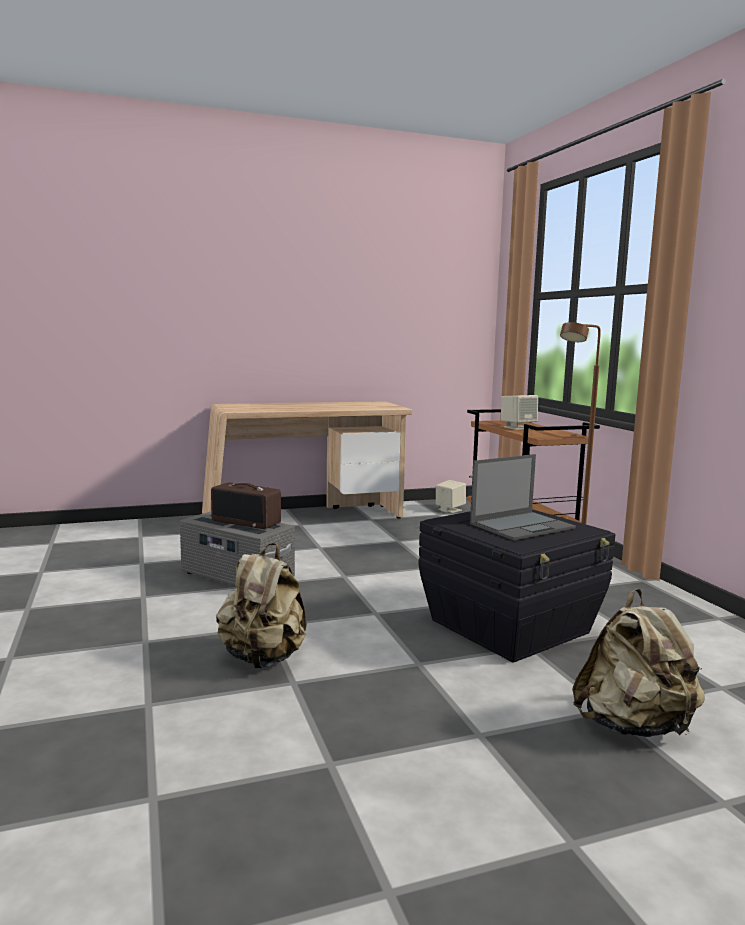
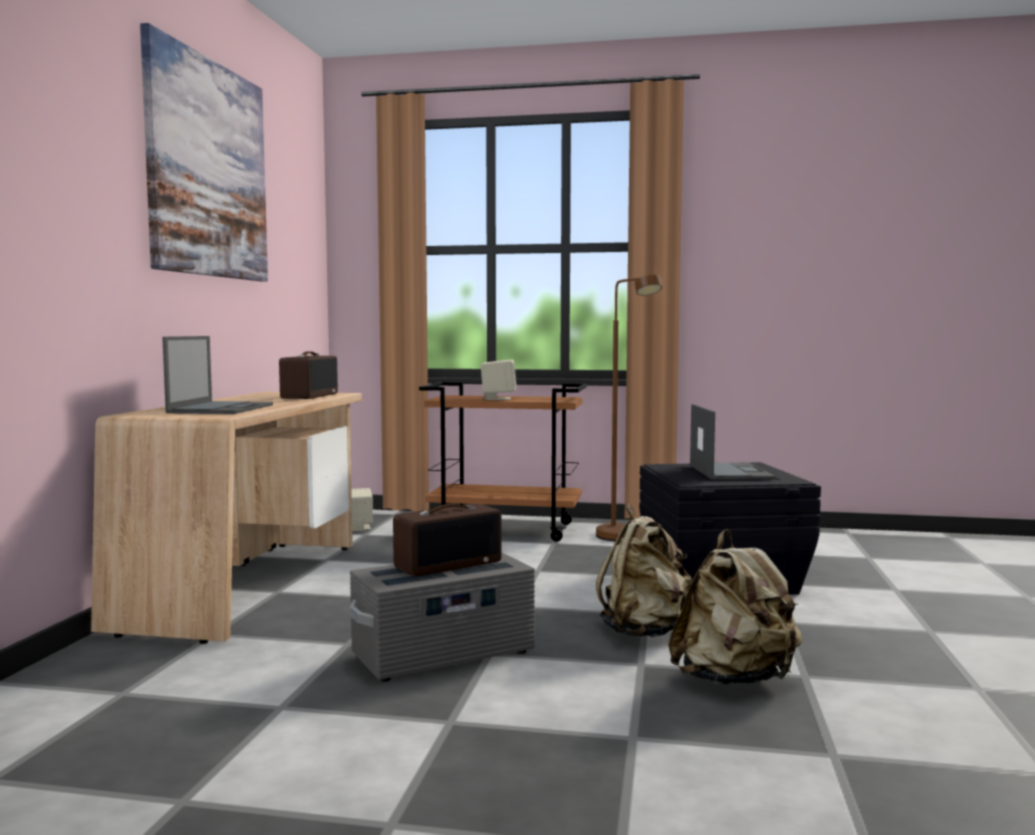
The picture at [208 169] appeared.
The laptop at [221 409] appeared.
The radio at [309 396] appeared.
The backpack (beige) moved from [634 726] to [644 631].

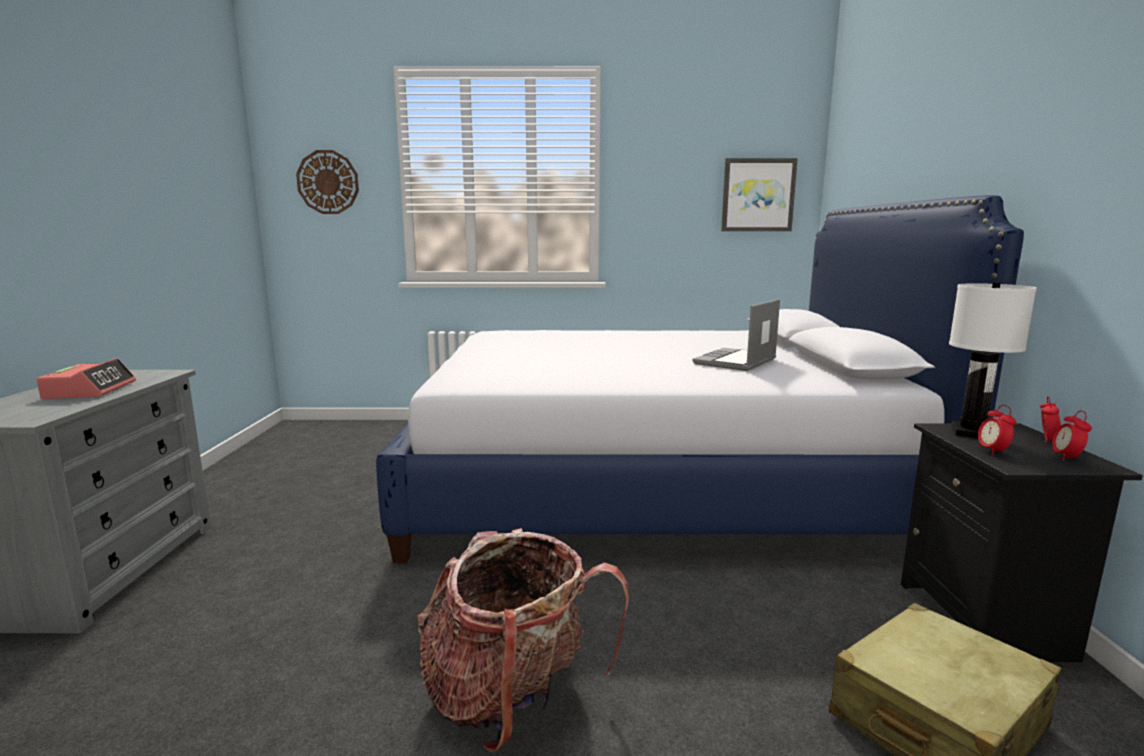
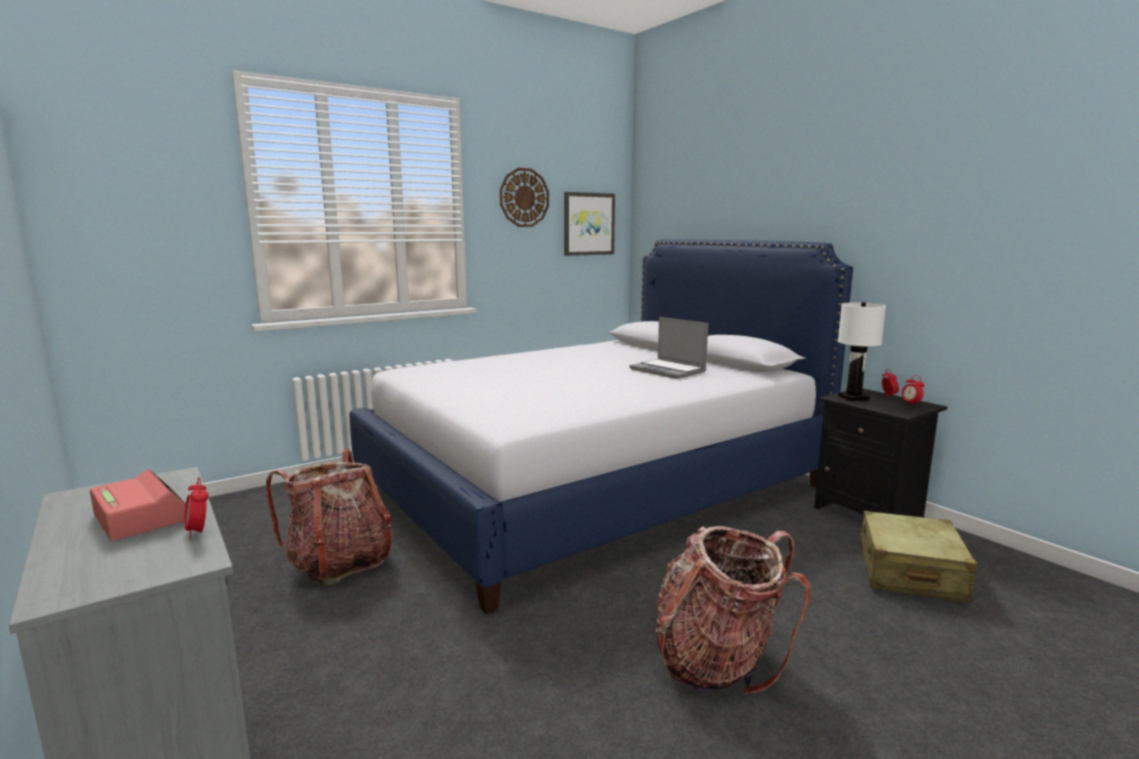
The alarm clock moved from [992 451] to [199 532].
The backpack at [339 563] appeared.
The wall clock moved from [328 182] to [524 197].
The laptop at [736 362] turned 45 degrees counterclockwise.

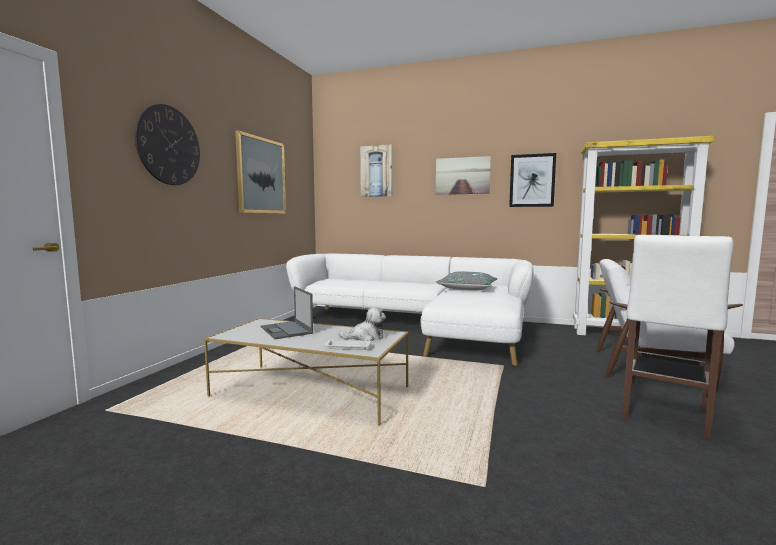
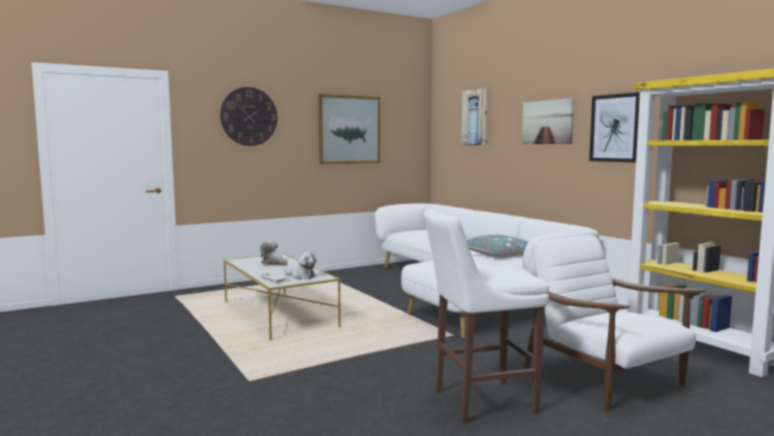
The laptop at [286 330] was replaced by the plush toy at [273 263].

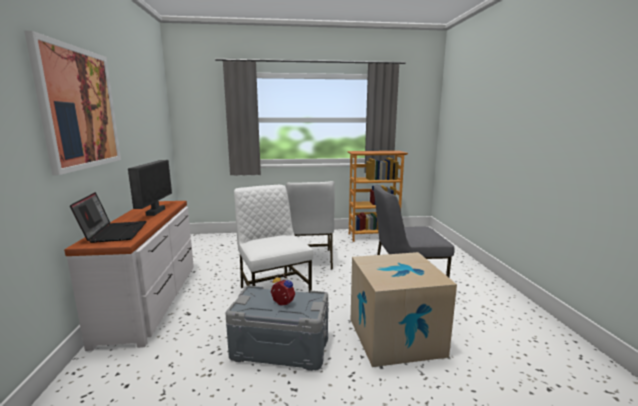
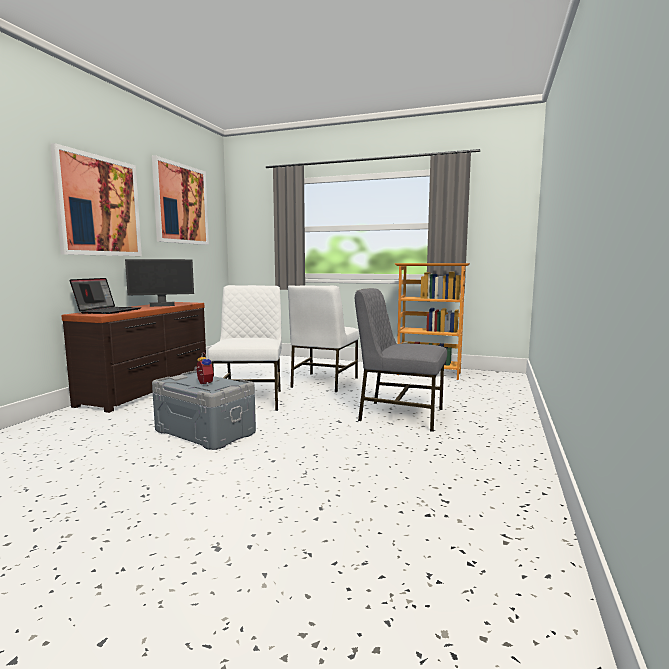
The dresser (white) at [152 300] became the dresser (brown) at [149 389].
The monitor at [154 212] turned 45 degrees clockwise.
The picture at [181 204] appeared.
The cardboard box at [395 336] disappeared.

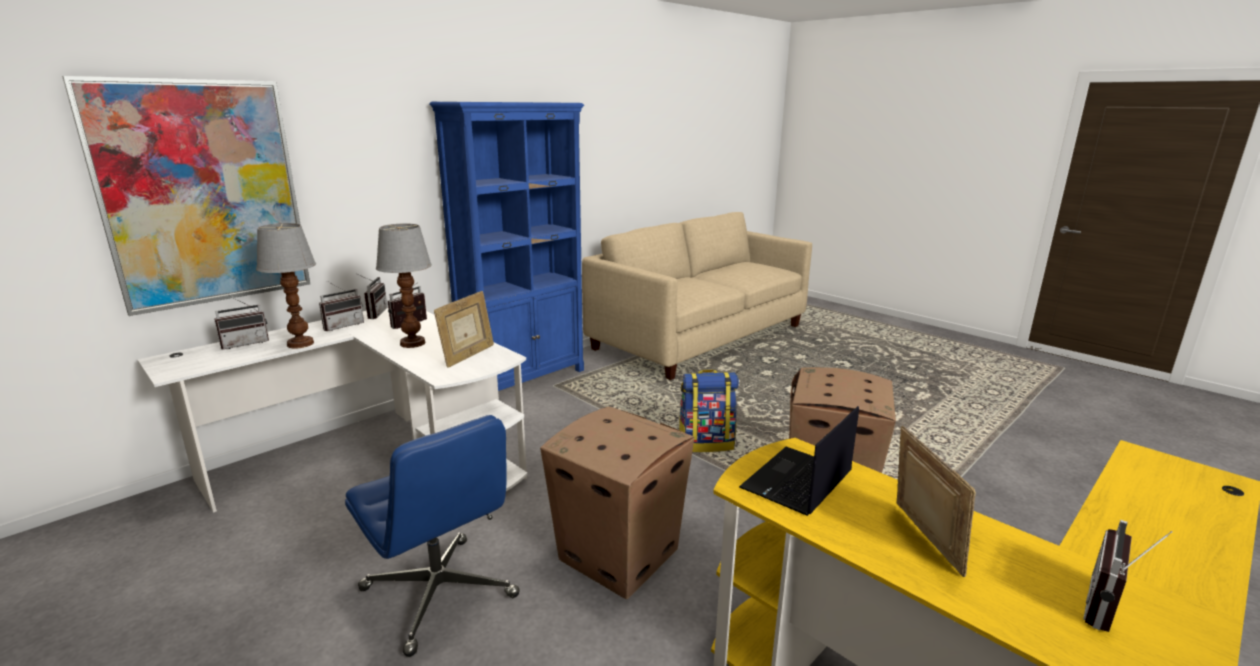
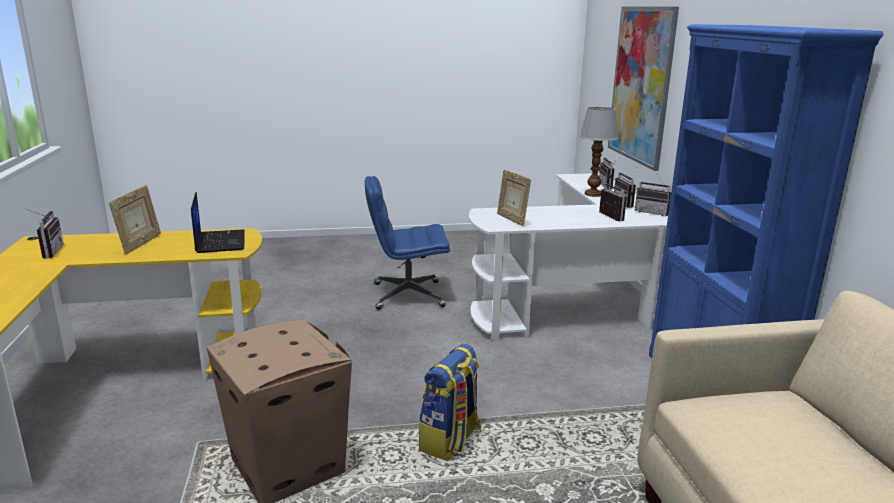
The picture frame at [923 541] turned 105 degrees counterclockwise.
The table lamp at [413 343] disappeared.
The cardboard box at [617 553] disappeared.

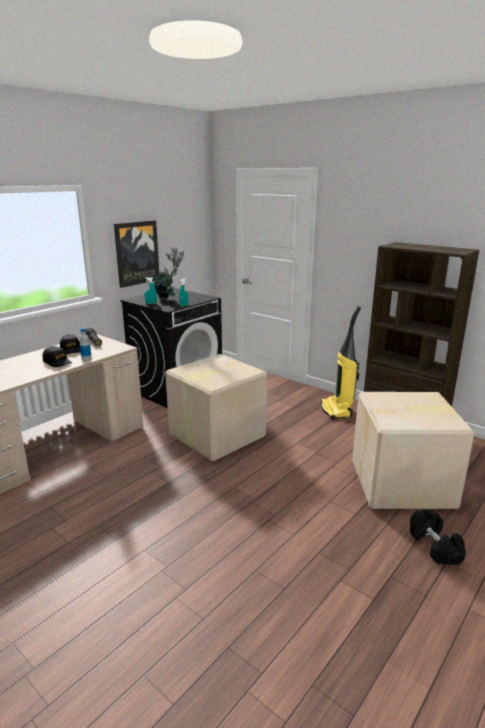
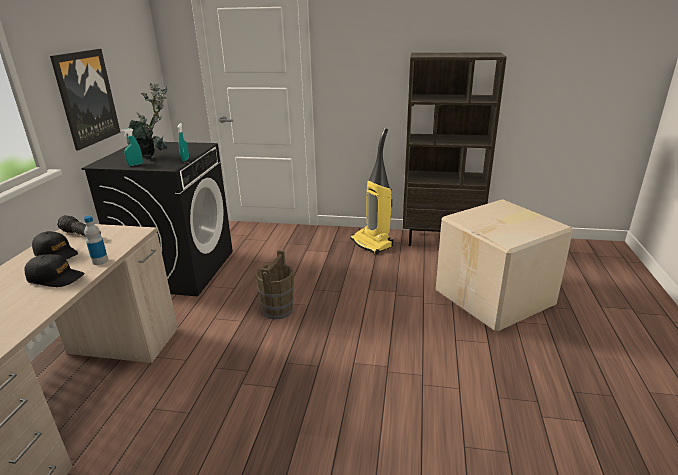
The cardboard box at [215 435] was replaced by the bucket (brown) at [277 310].
The dumbbell (black) at [435 546] disappeared.

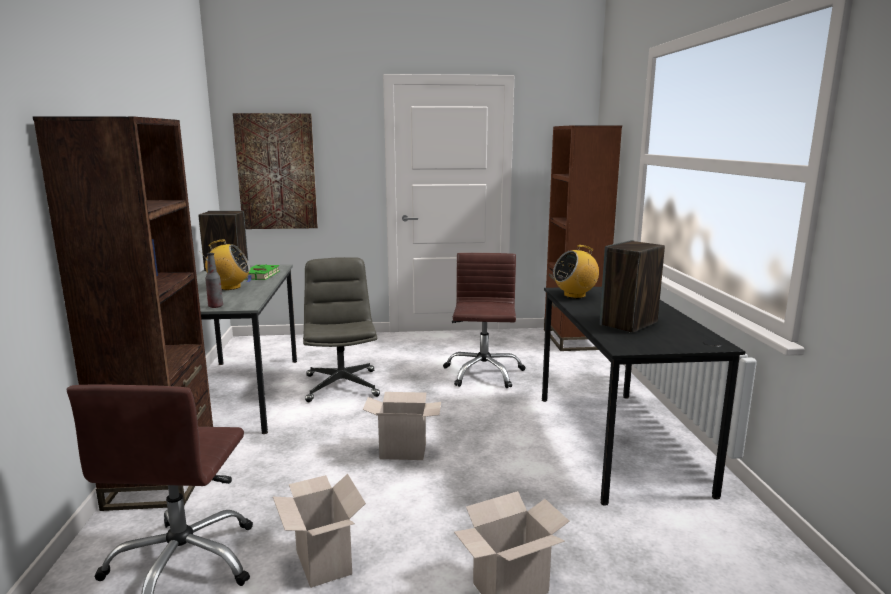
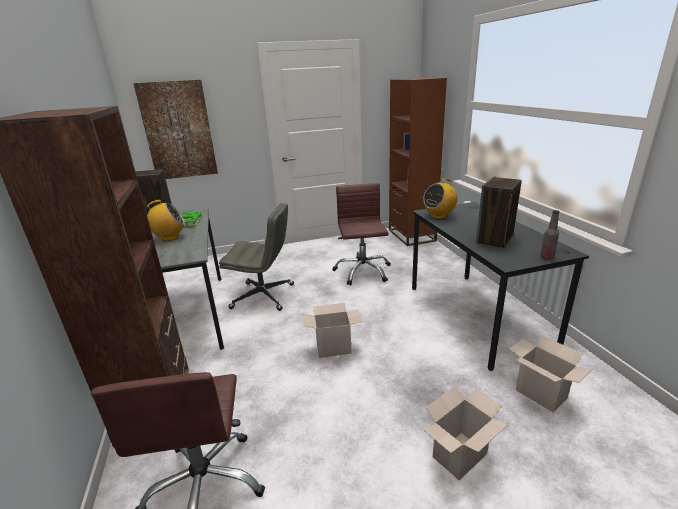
The office chair (grey) at [341 385] turned 120 degrees clockwise.
The cardboard box moved from [321 562] to [539 394].
The bottle moved from [215 306] to [546 257].

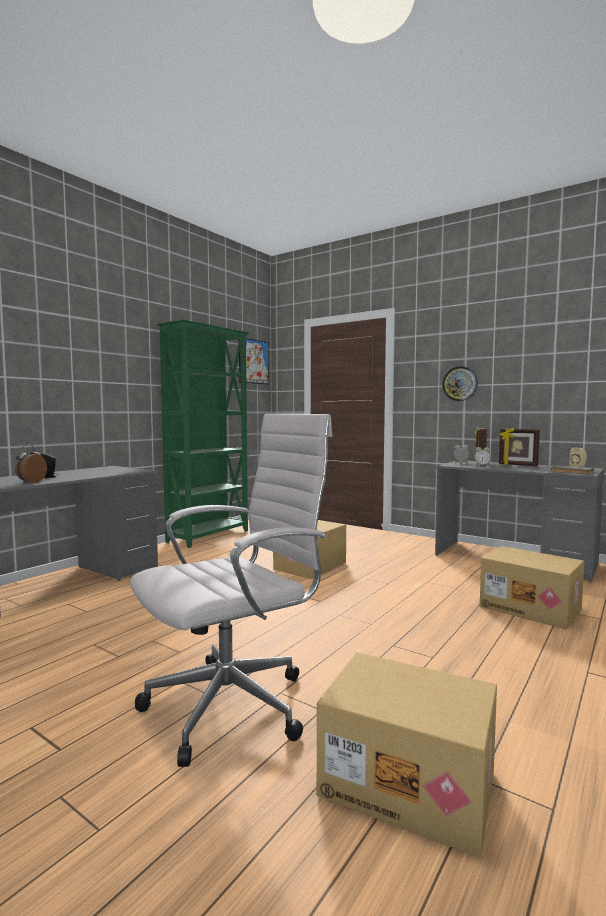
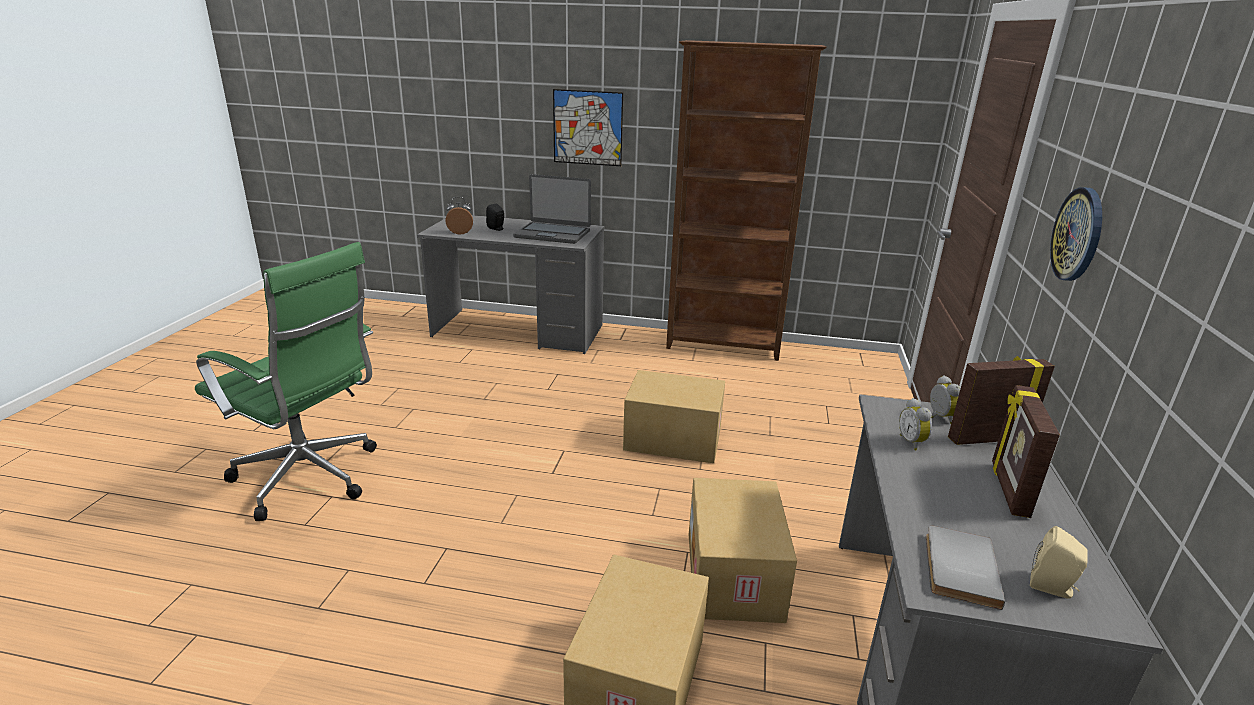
The office chair (white) at [235 704] became the office chair (green) at [311 479].
The laptop at [553 234] appeared.
The picture moved from [253 361] to [587 128].
The bookcase (green) at [209 536] became the bookcase (brown) at [724 346].
The cardboard box moved from [409 782] to [735 576].

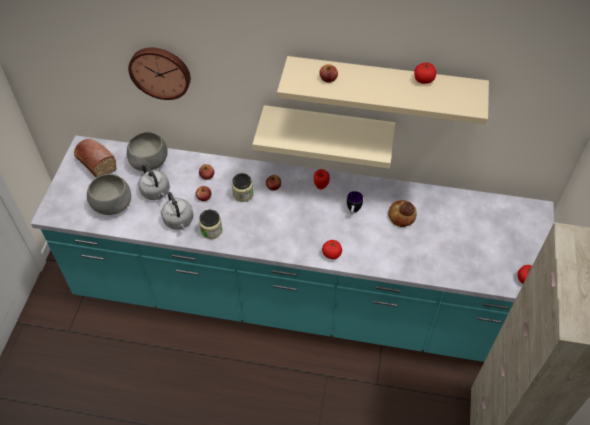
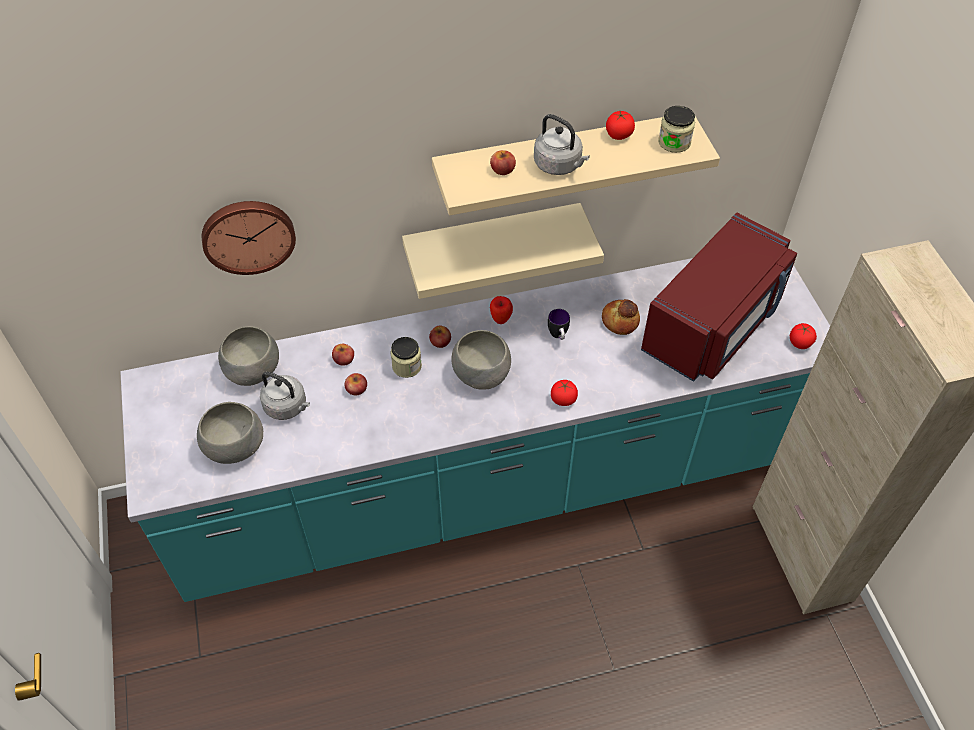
The bowl (grey) at [480 373] appeared.
The kettle (grey) moved from [179 221] to [559 165].
The microwave (red) at [713 325] appeared.
The jar moved from [211 230] to [674 142].
The bread at [95 162] disappeared.

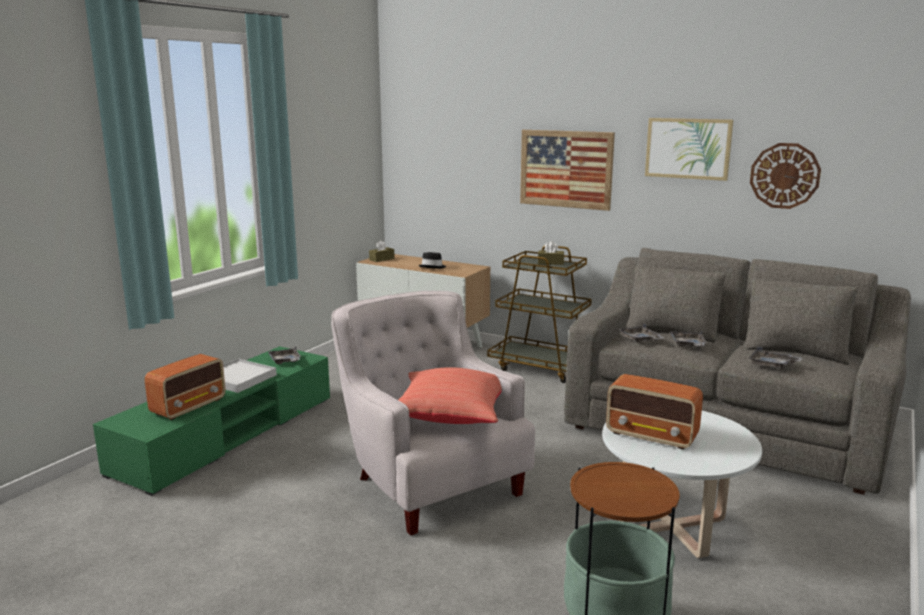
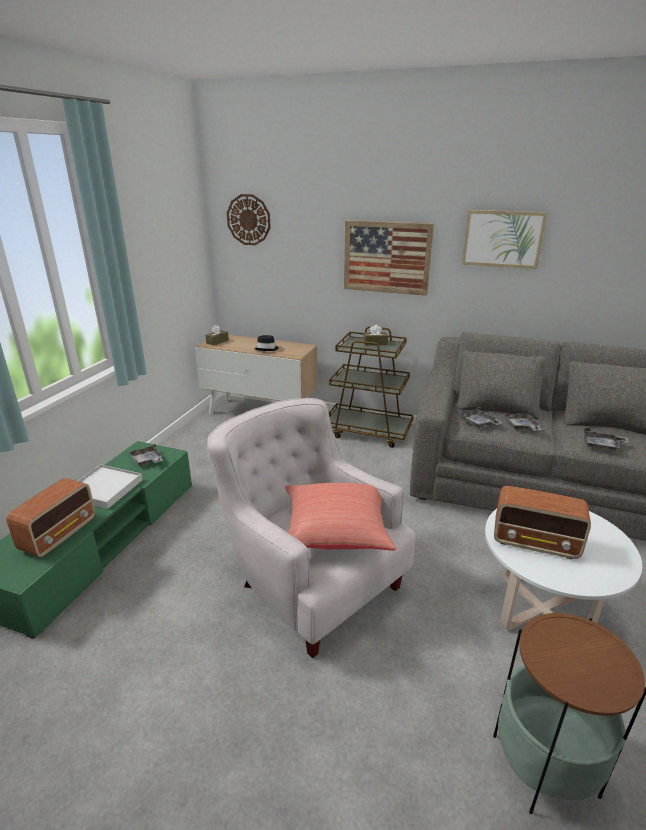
The wall clock moved from [784 175] to [248 220].

